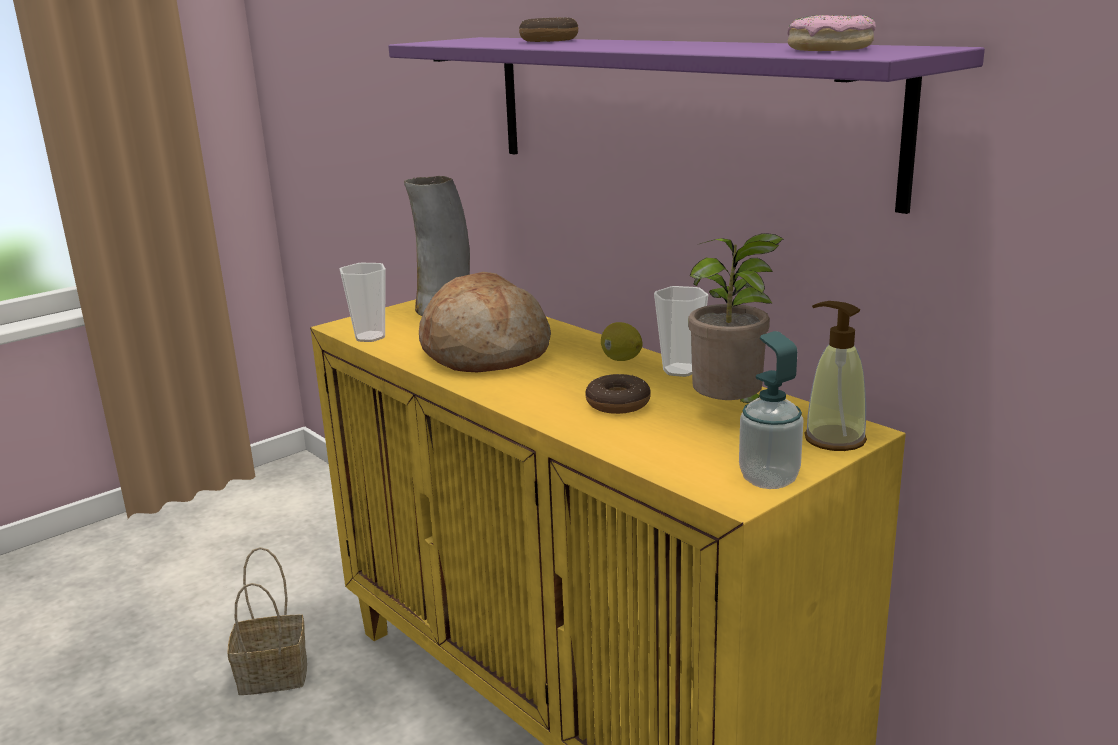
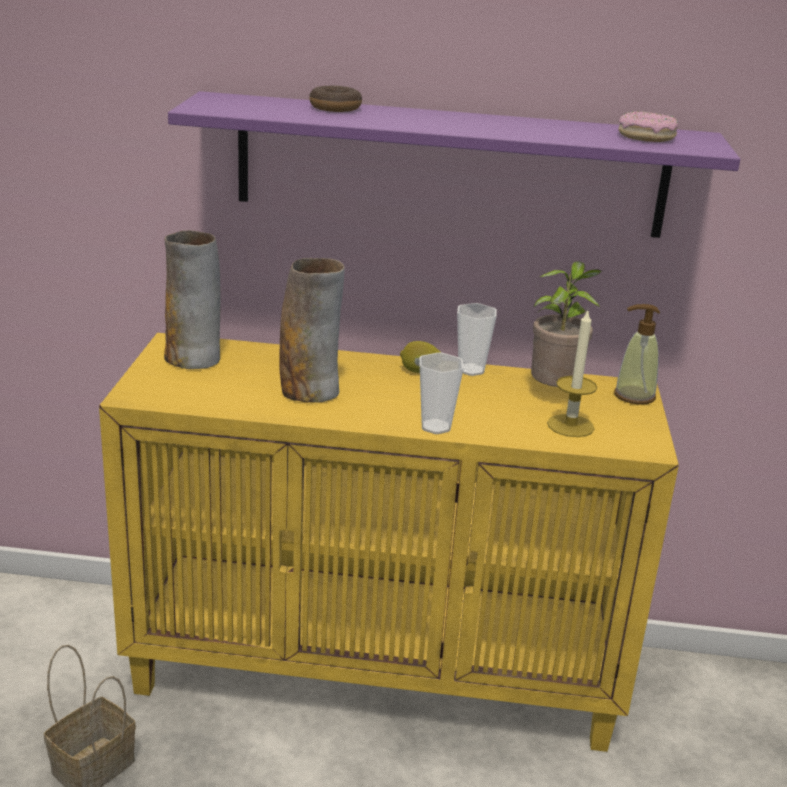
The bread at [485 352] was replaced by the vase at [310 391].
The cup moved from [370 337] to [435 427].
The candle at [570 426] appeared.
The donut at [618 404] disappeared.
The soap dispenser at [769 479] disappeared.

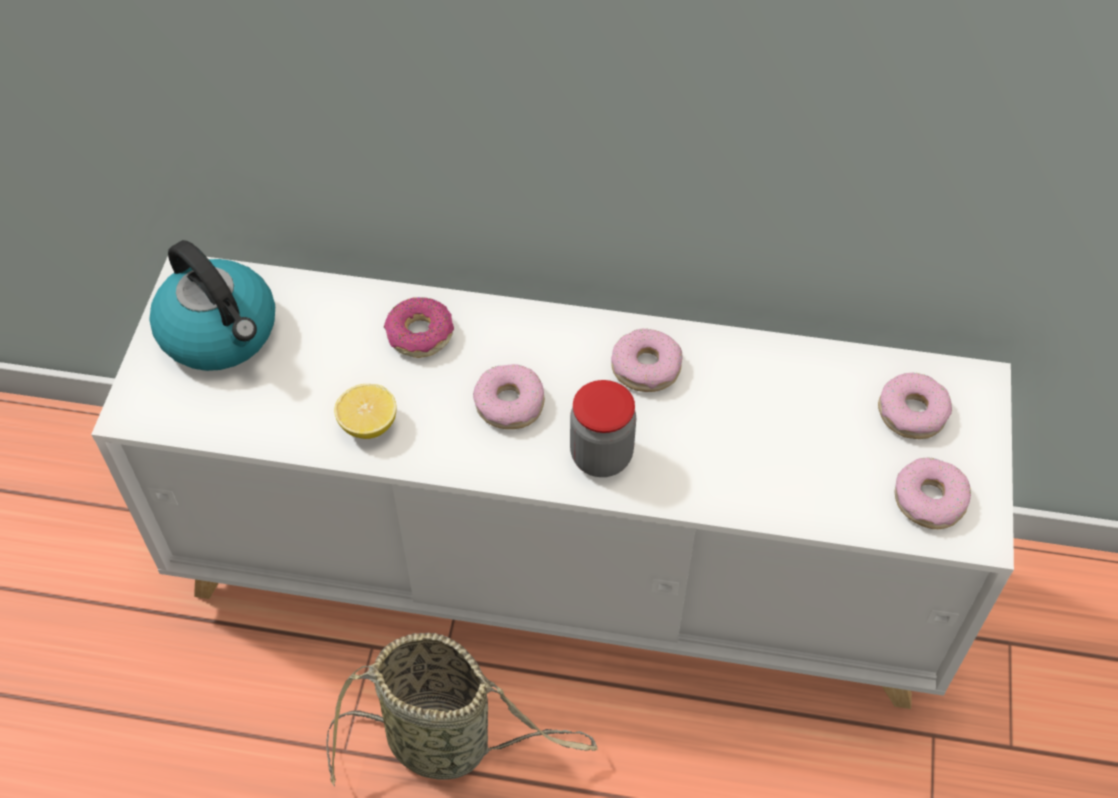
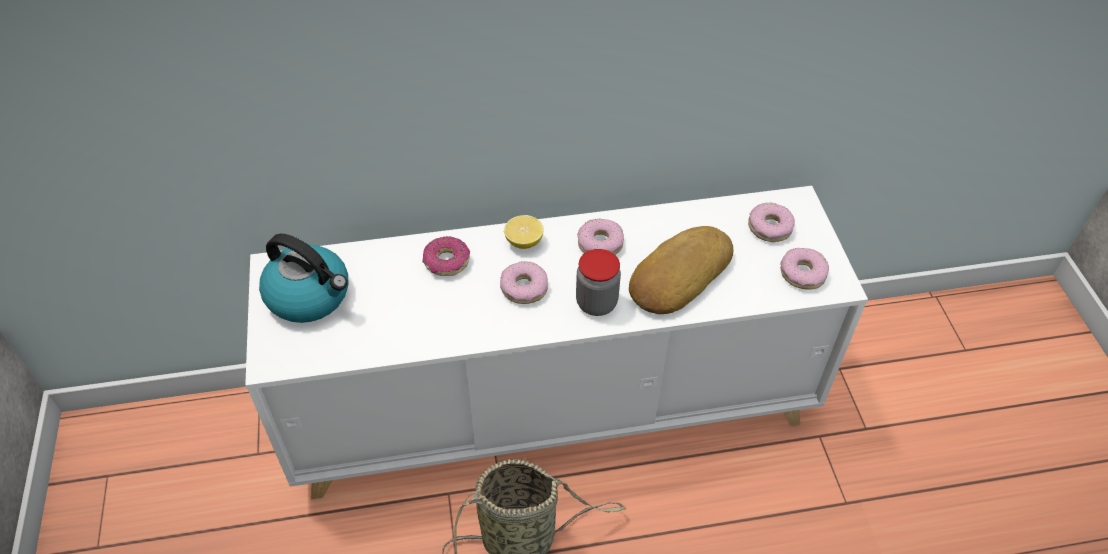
The lemon moved from [368 424] to [524 242].
The bread at [677 275] appeared.

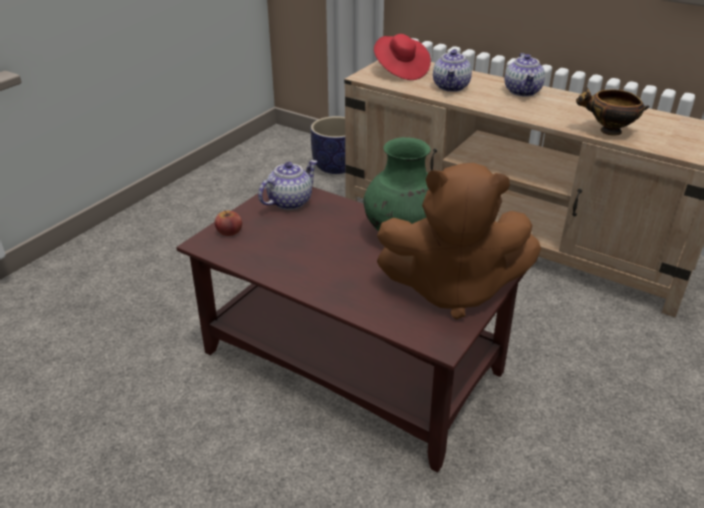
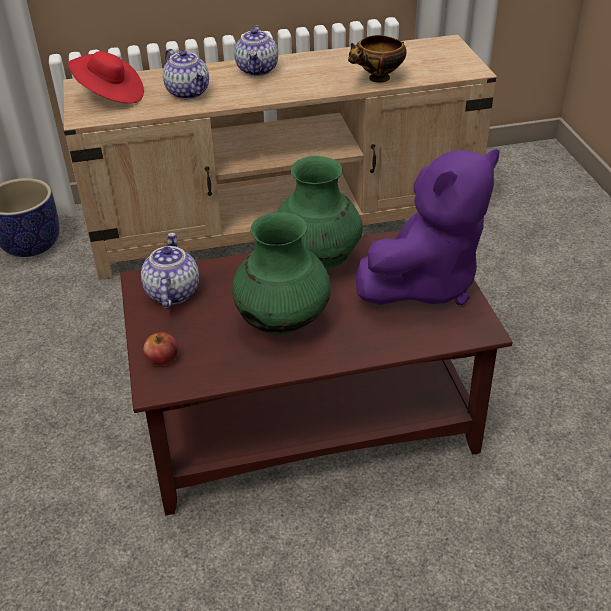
The vase (green) at [283 321] appeared.
The teapot at [523 91] turned 45 degrees clockwise.
The plush toy (brown) at [452 289] became the plush toy (purple) at [424 283].

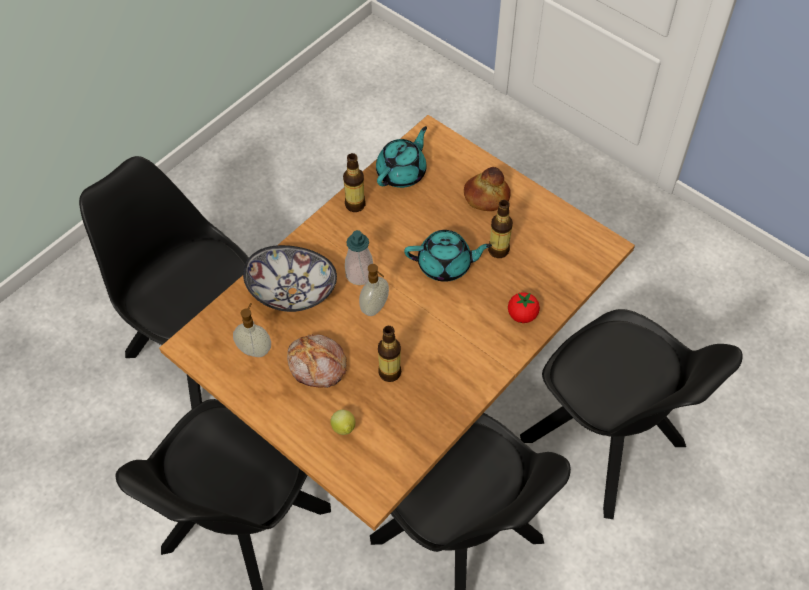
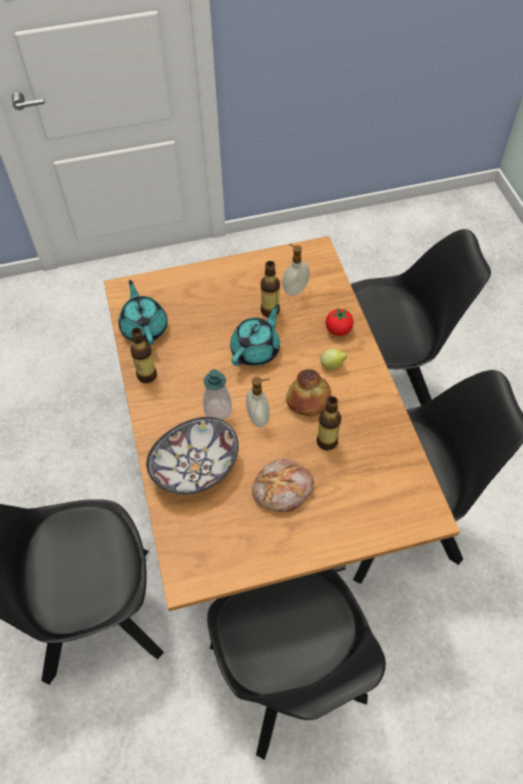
The soap dispenser moved from [255 349] to [295 289].
The bread moved from [486 197] to [308 399].
The lemon moved from [344 429] to [332 365].

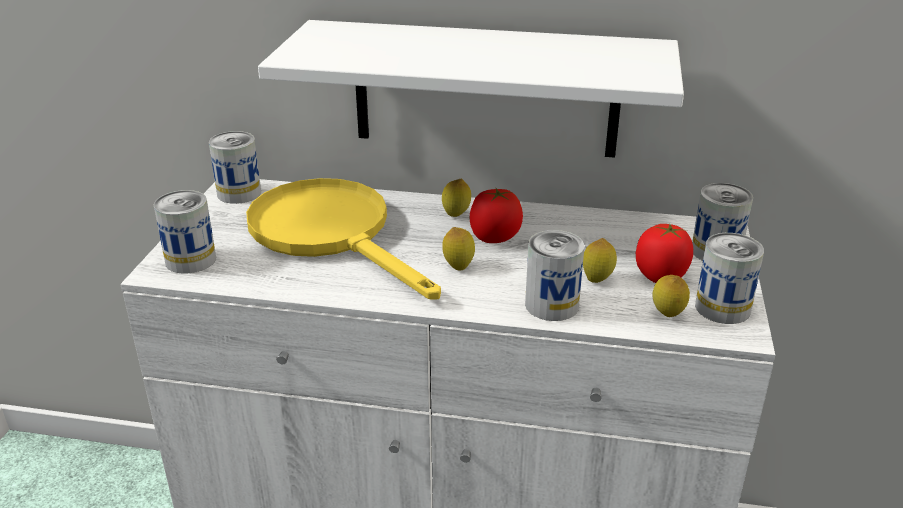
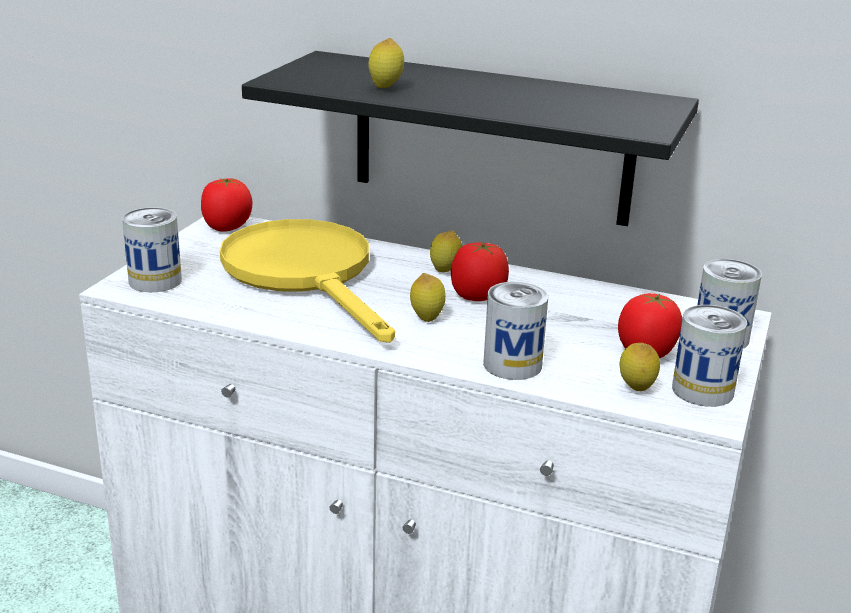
The can at [239 193] was replaced by the tomato at [226 227].
The shelf (white) at [485 89] became the shelf (black) at [491 139].
The lemon moved from [597 280] to [386 88].

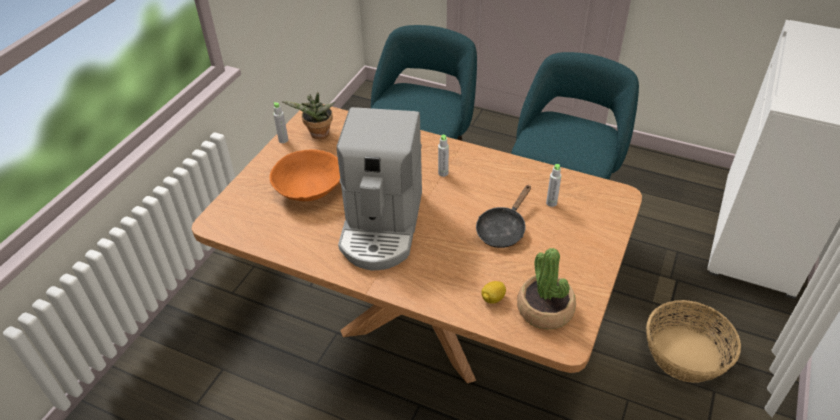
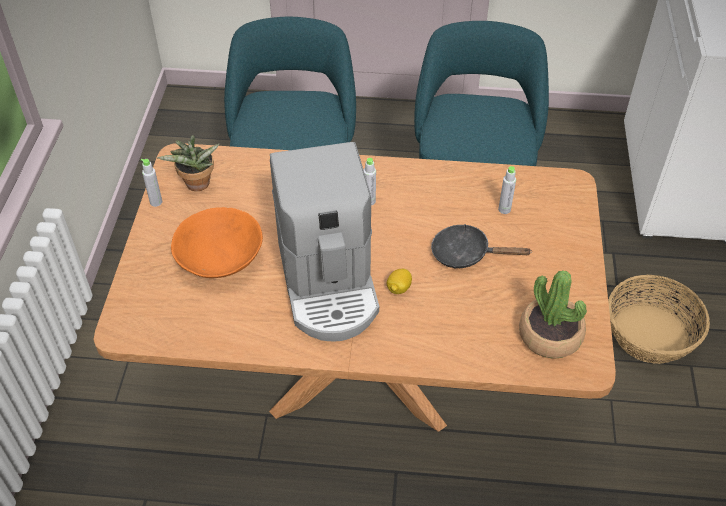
The lemon moved from [493 298] to [399 288].
The frying pan (black) at [503 229] turned 90 degrees clockwise.

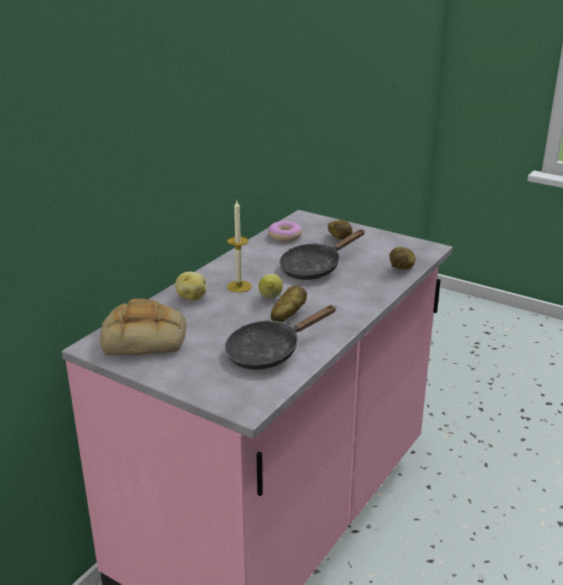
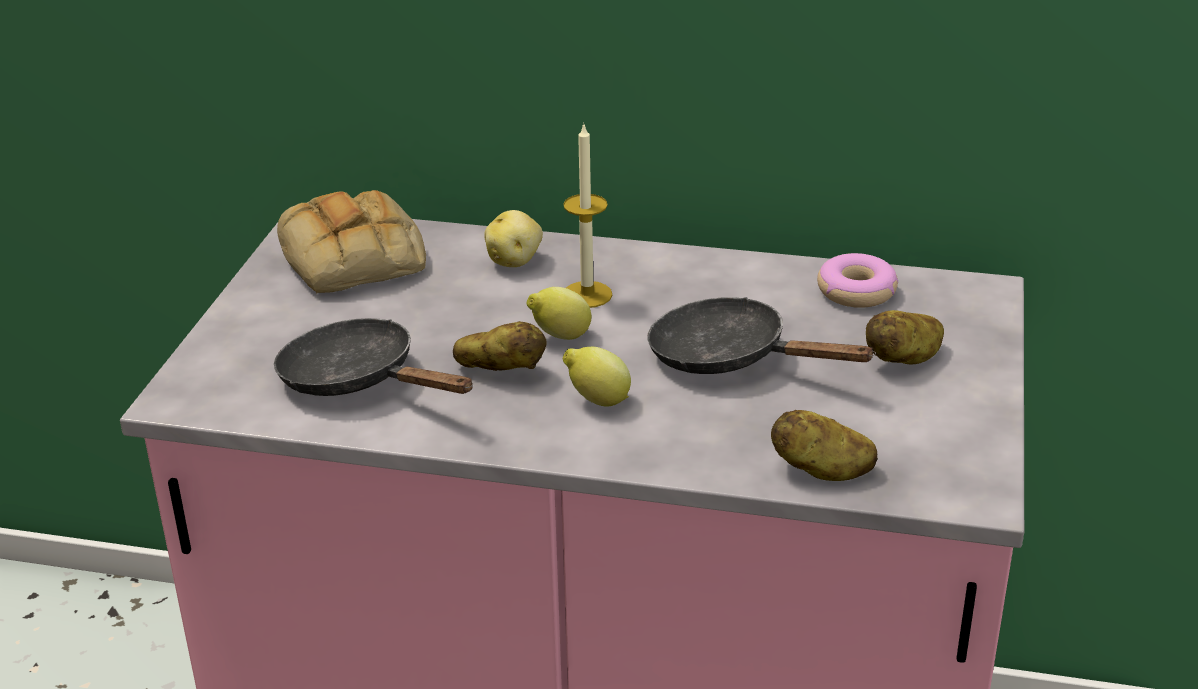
The lemon at [597 401] appeared.

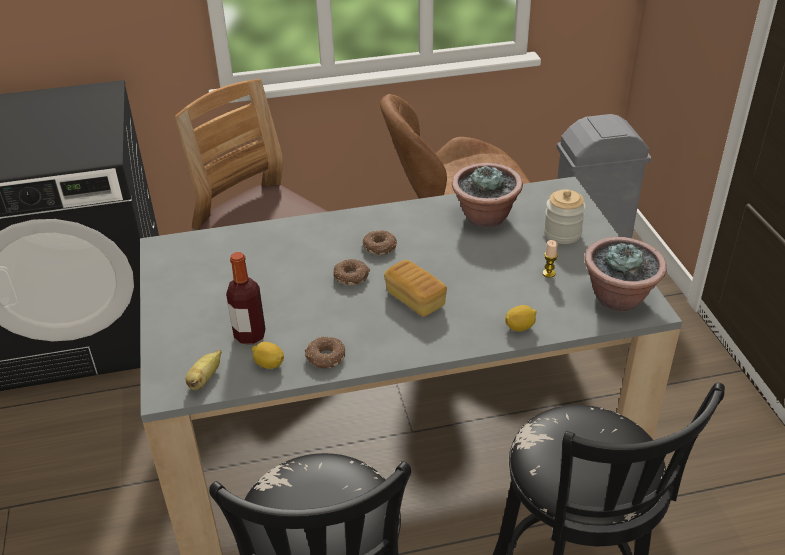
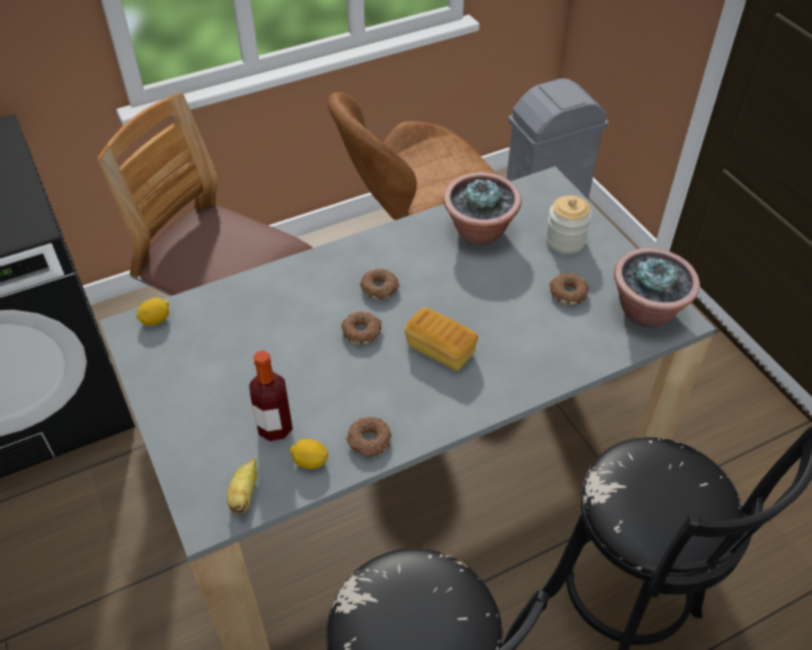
The lemon moved from [520 327] to [156 320].
The candle at [548 273] was replaced by the donut at [567 293].

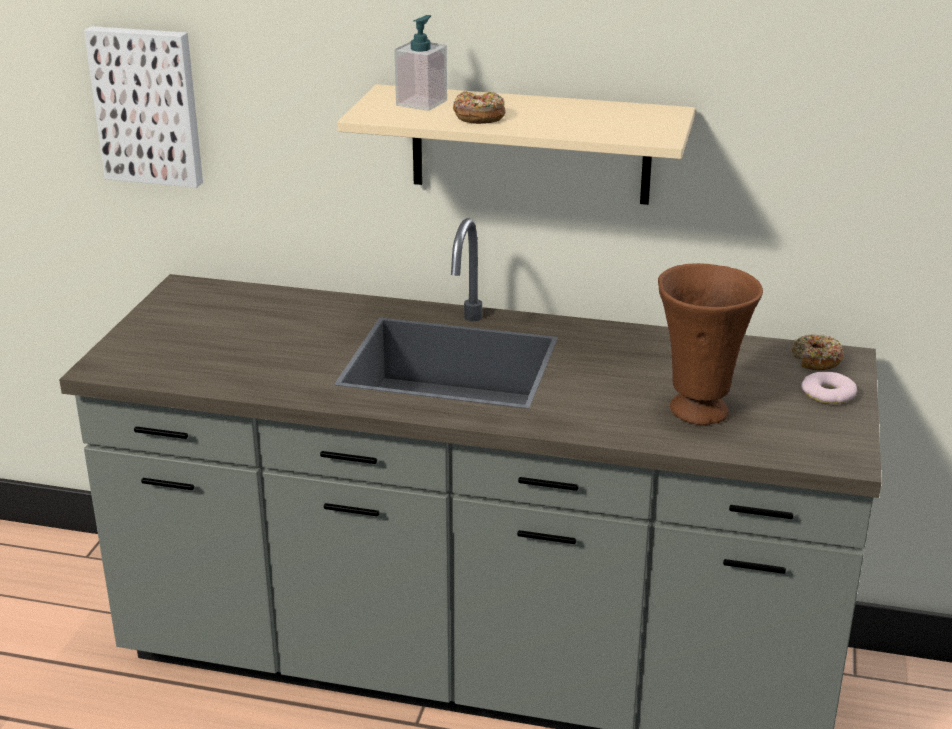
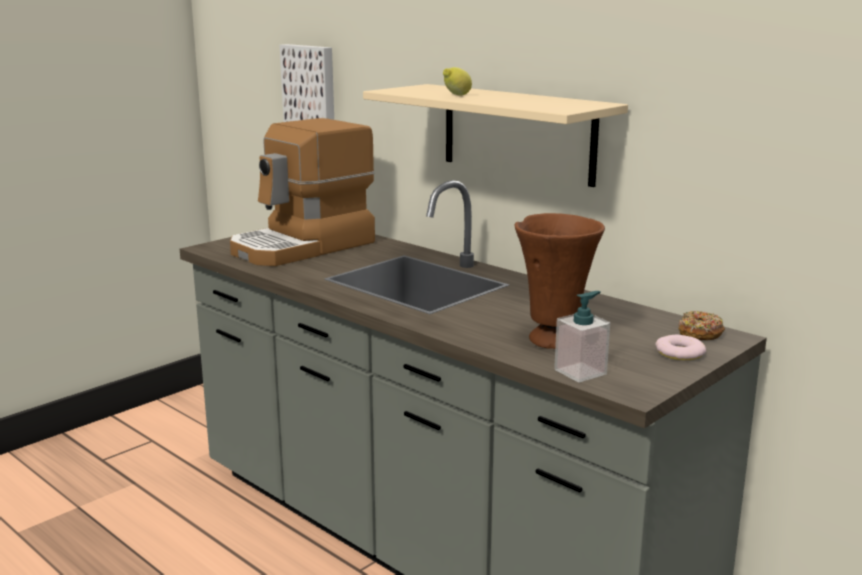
The coffee machine at [303 247] appeared.
The donut at [479 117] was replaced by the lemon at [456 95].
The soap dispenser moved from [421 103] to [580 372].

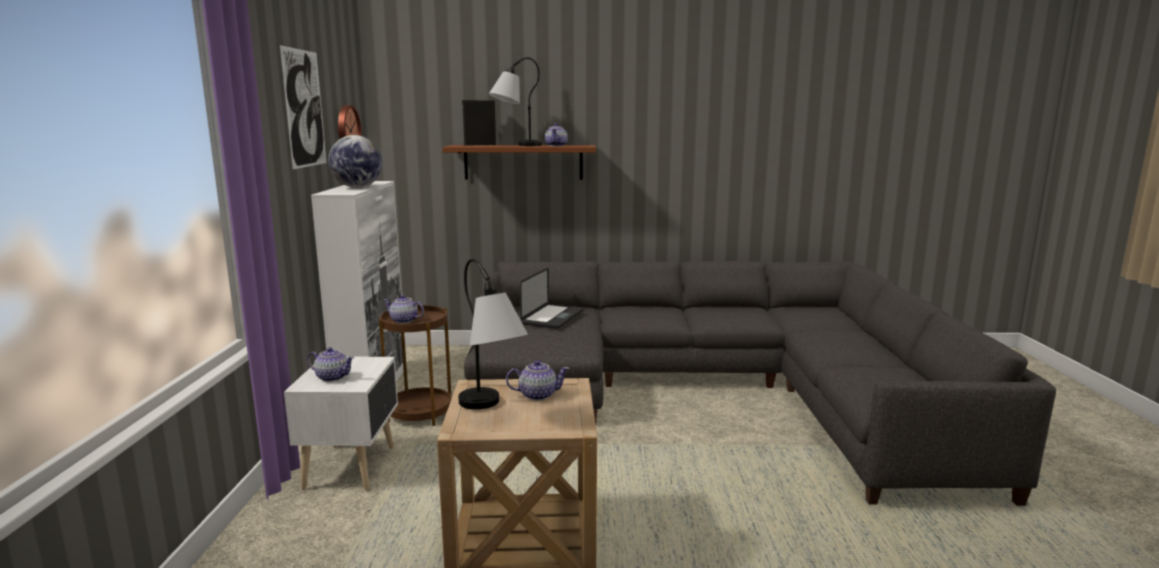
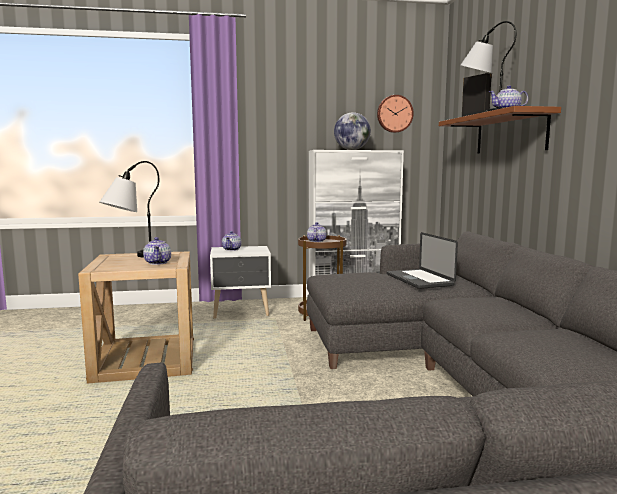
The laptop at [552 317] turned 60 degrees clockwise.
The picture at [304 108] disappeared.

